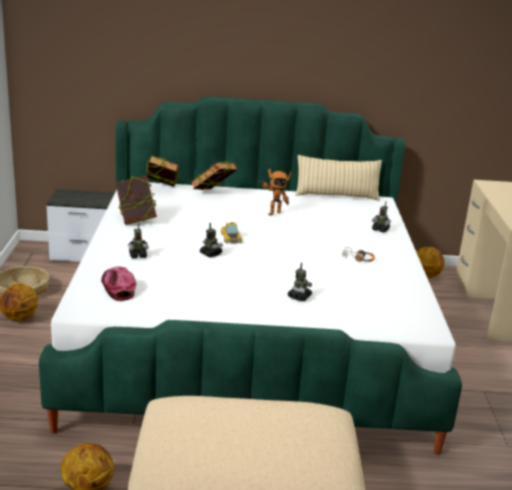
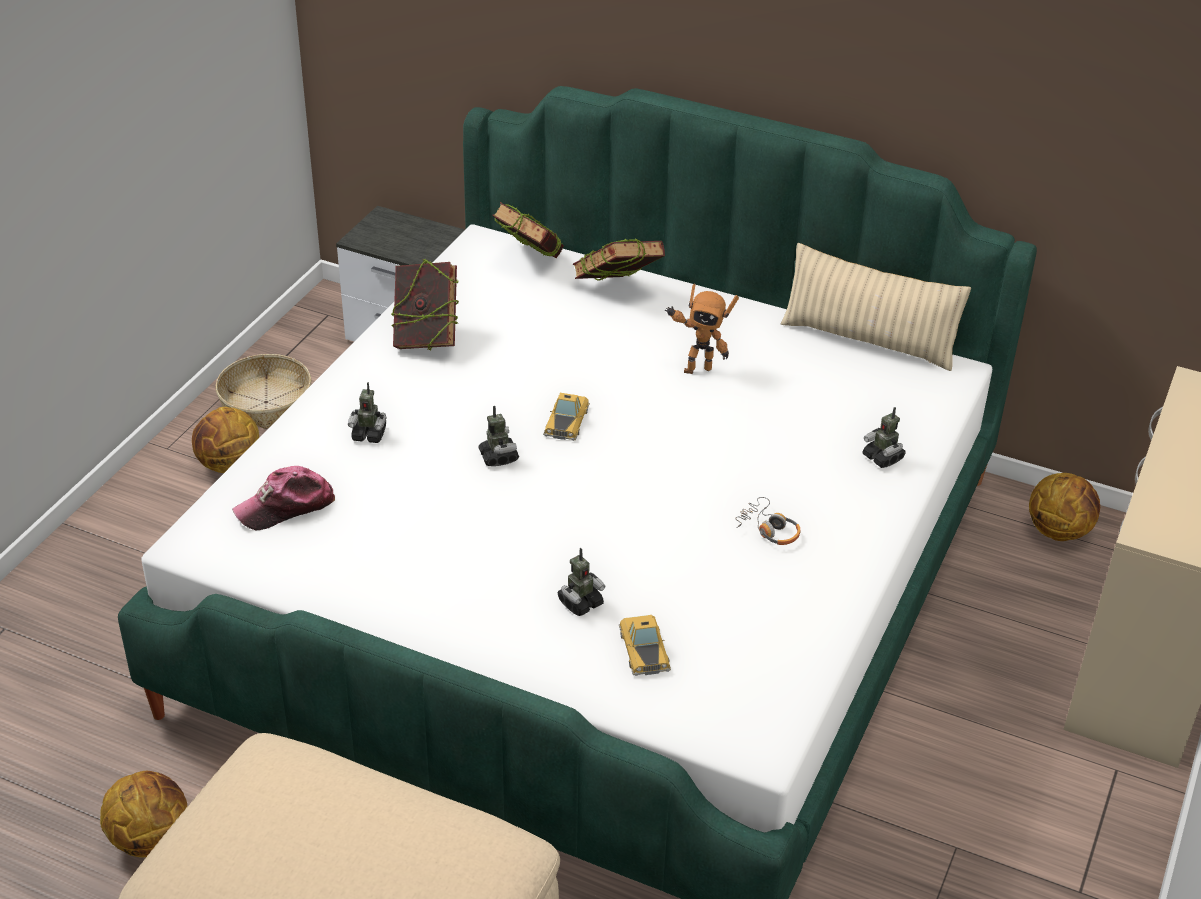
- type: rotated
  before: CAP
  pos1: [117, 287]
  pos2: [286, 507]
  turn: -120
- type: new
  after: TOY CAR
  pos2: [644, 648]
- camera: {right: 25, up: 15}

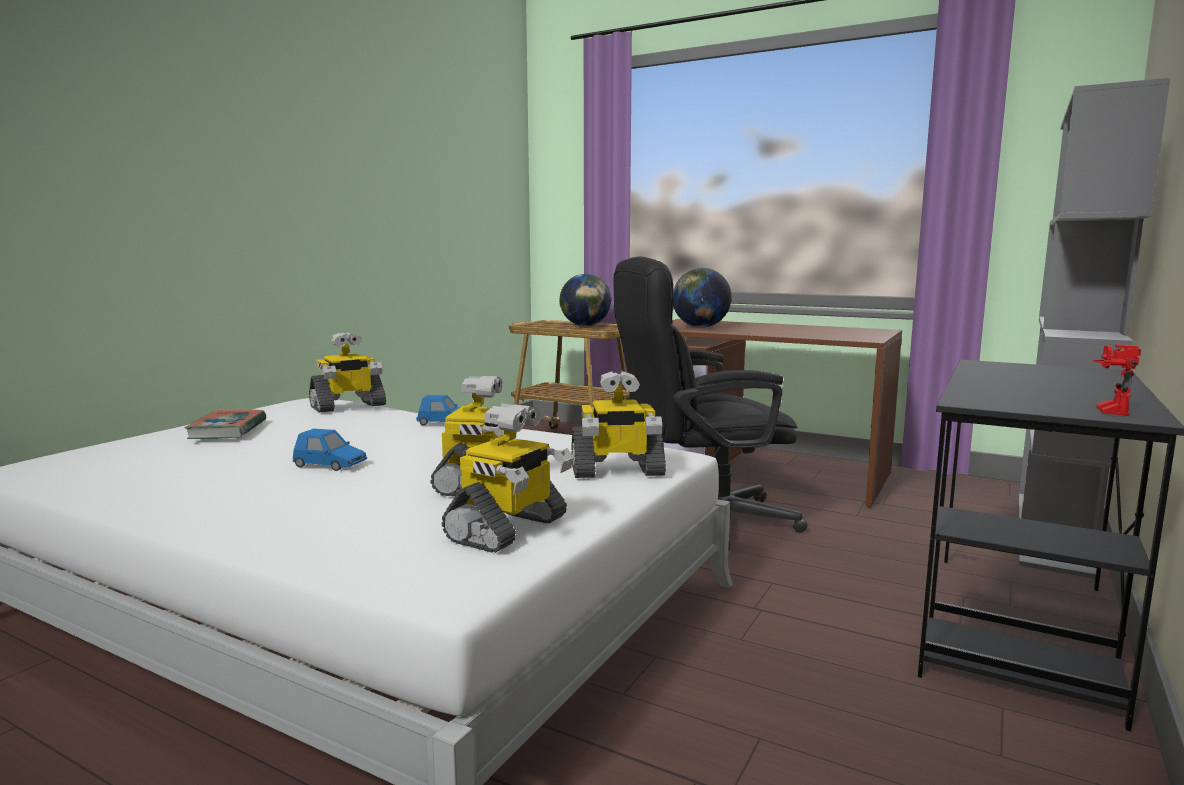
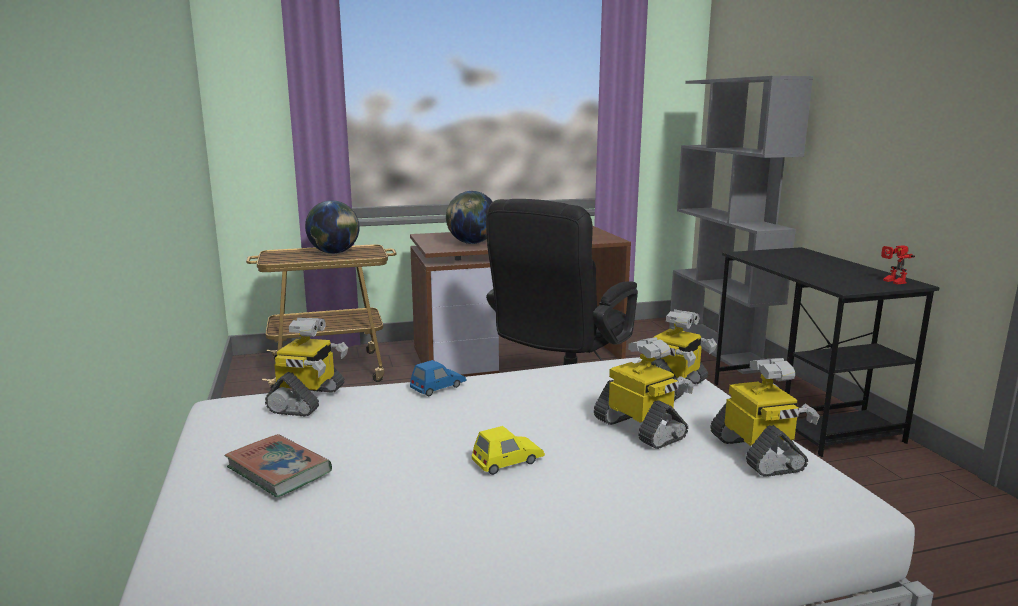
- type: repainted
  before: BLUE TOY CAR
  after: YELLOW TOY CAR
  pos1: [330, 465]
  pos2: [507, 461]
- camera: {right: -45, up: 5}

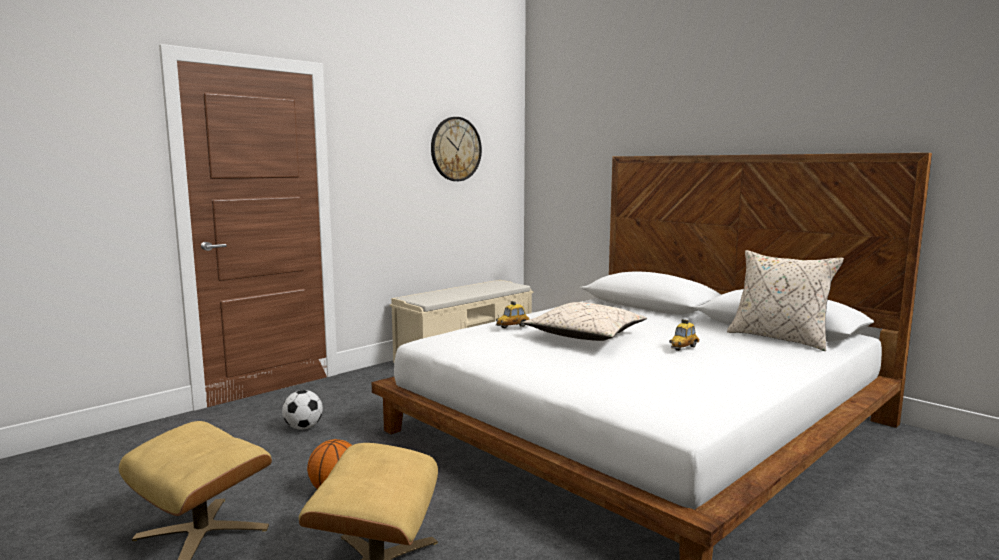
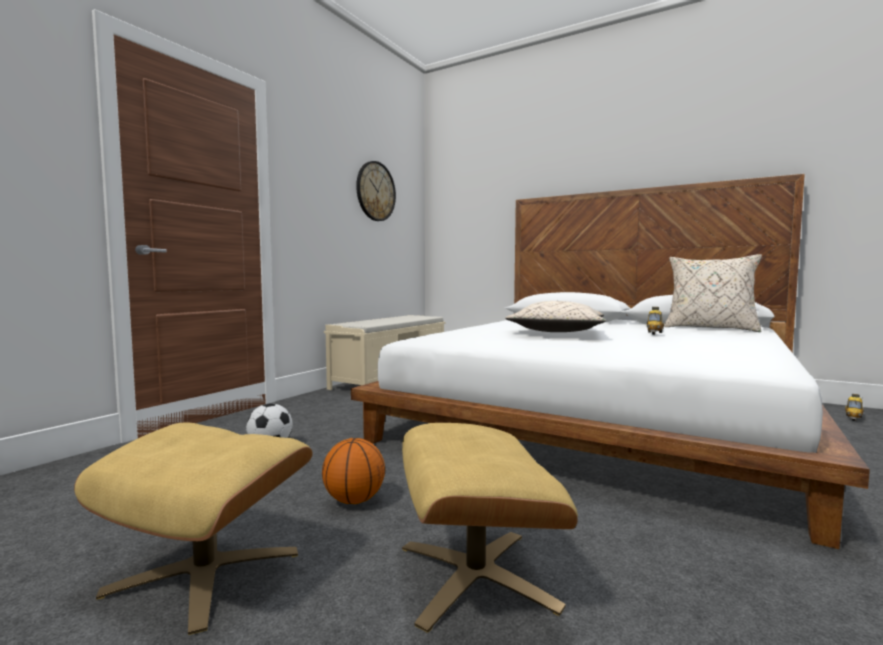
- type: shifted
  before: TOY CAR
  pos1: [512, 326]
  pos2: [853, 418]
- camera: {right: -15, up: -5}

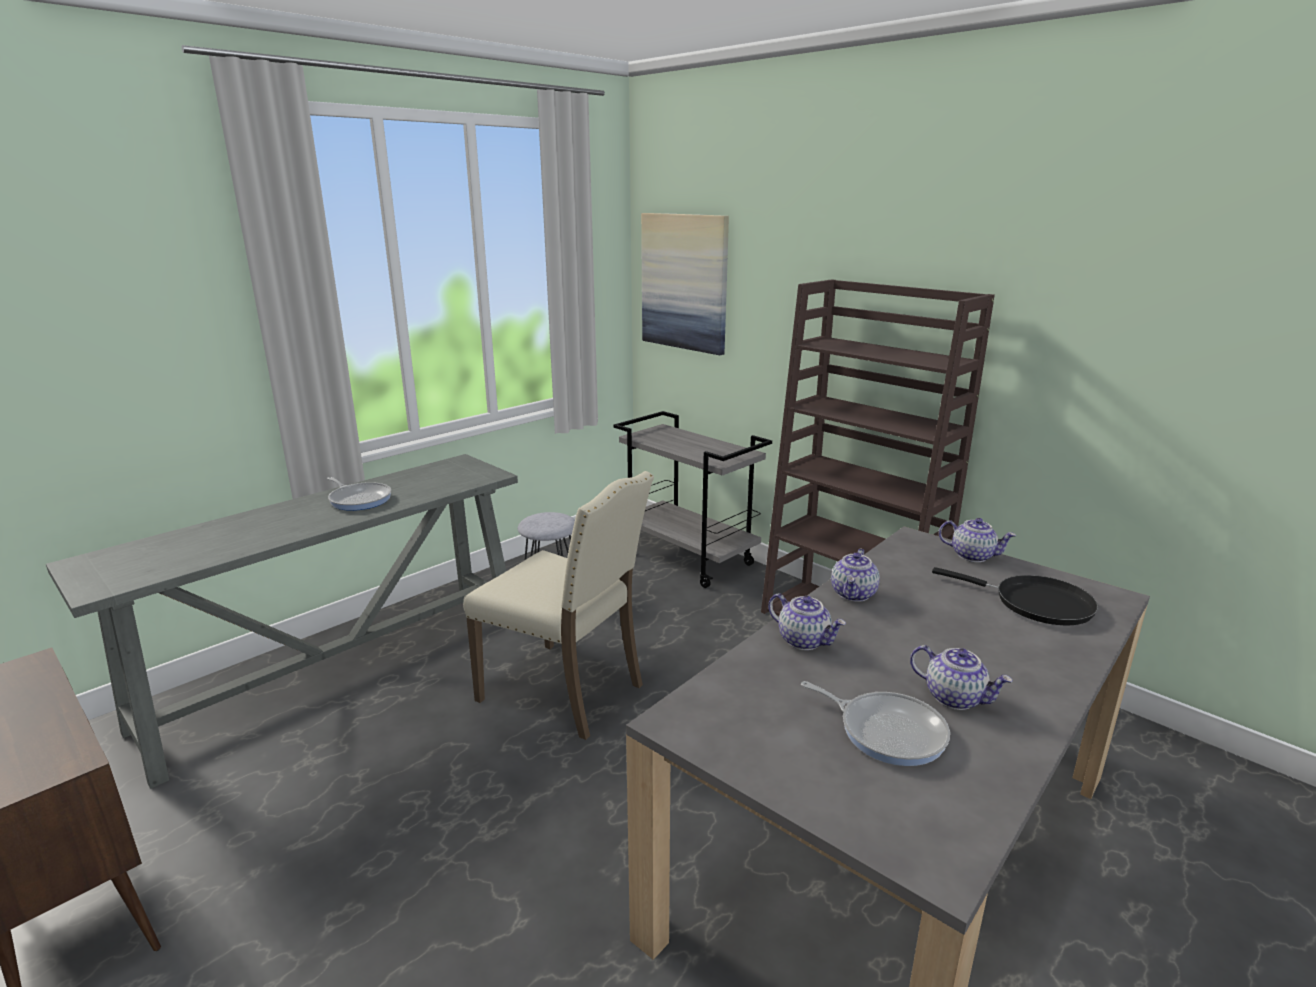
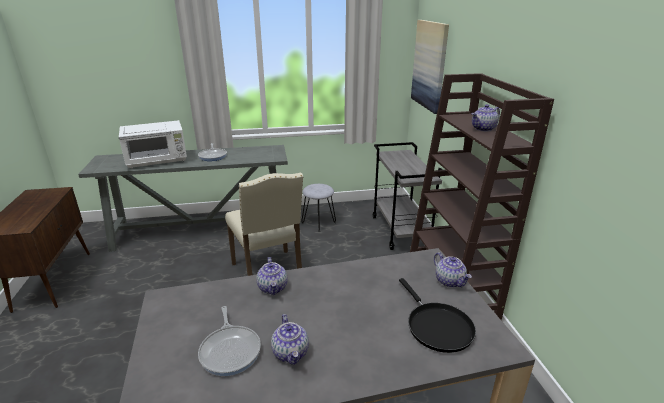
- type: shifted
  before: TEAPOT
  pos1: [854, 594]
  pos2: [483, 129]
- type: new
  after: WHITE MICROWAVE
  pos2: [158, 160]
- camera: {right: 35, up: 5}

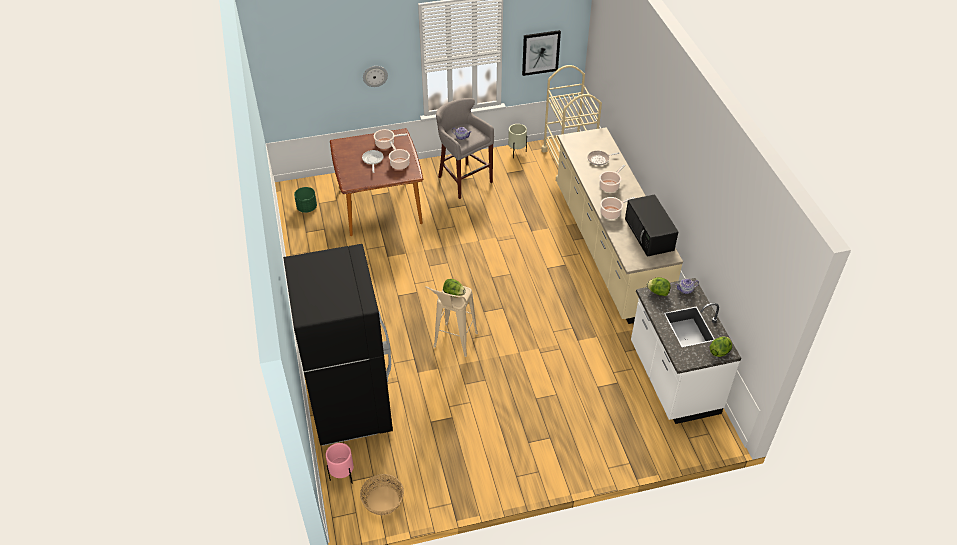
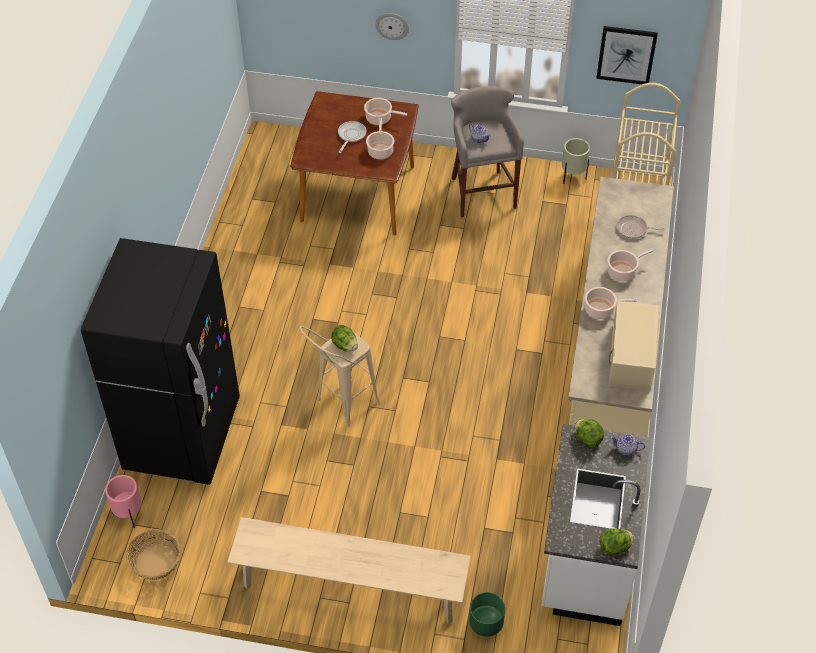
- type: shifted
  before: GREEN PLANTER
  pos1: [307, 208]
  pos2: [486, 623]
- type: repainted
  before: BLACK MICROWAVE
  after: BEIGE MICROWAVE
  pos1: [649, 235]
  pos2: [631, 357]
- type: new
  after: BEIGE BENCH
  pos2: [351, 587]
- camera: {right: 25, up: 5}

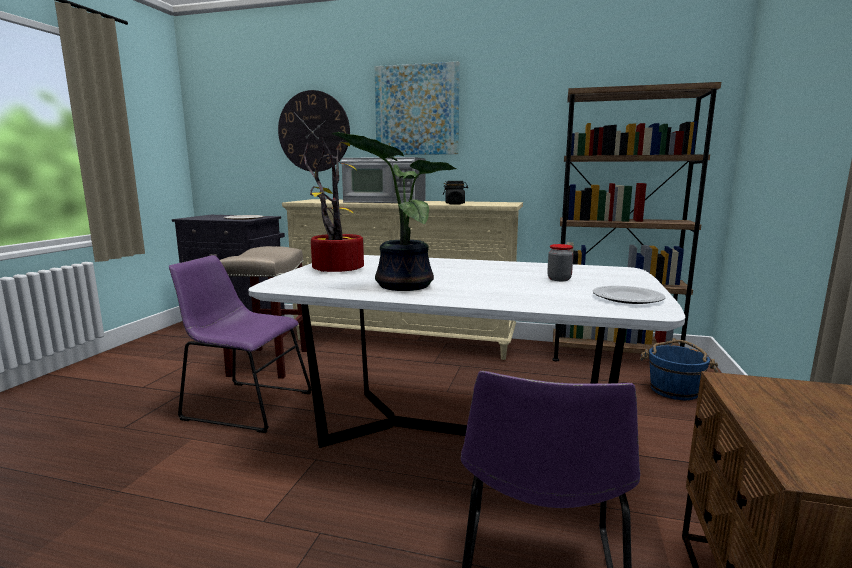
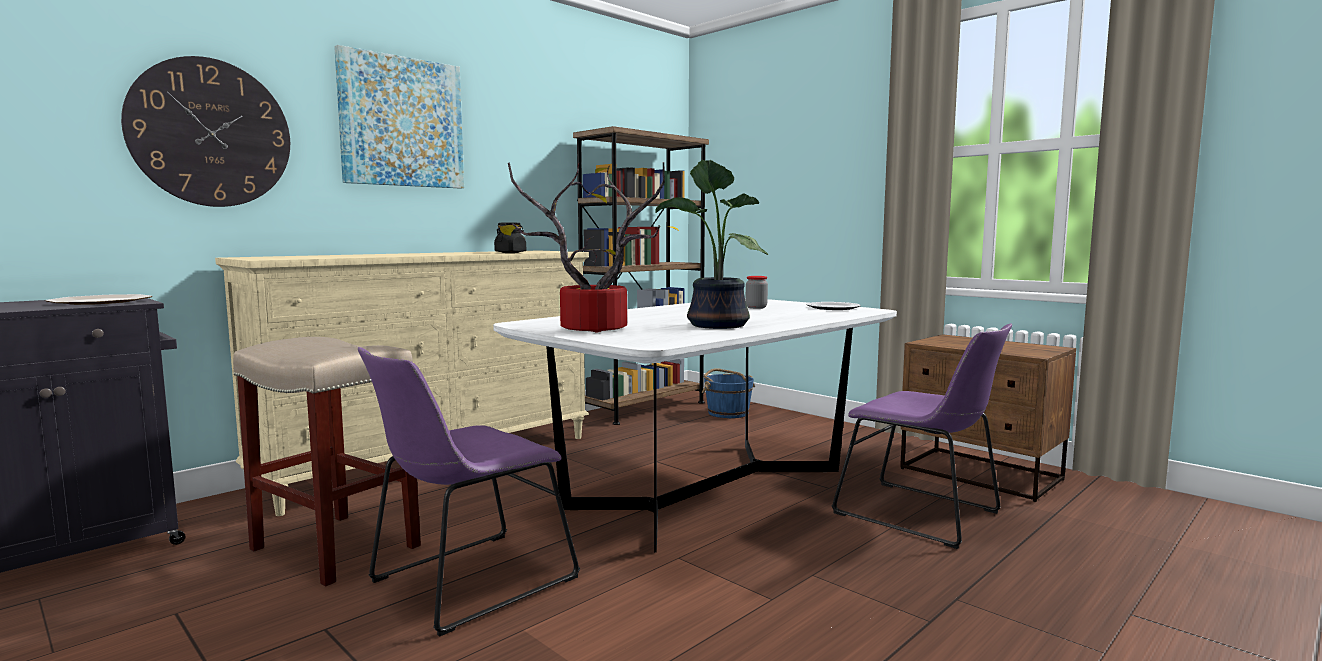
- type: gone
  before: MICROWAVE
  pos1: [385, 201]
- camera: {right: -60, up: -5}

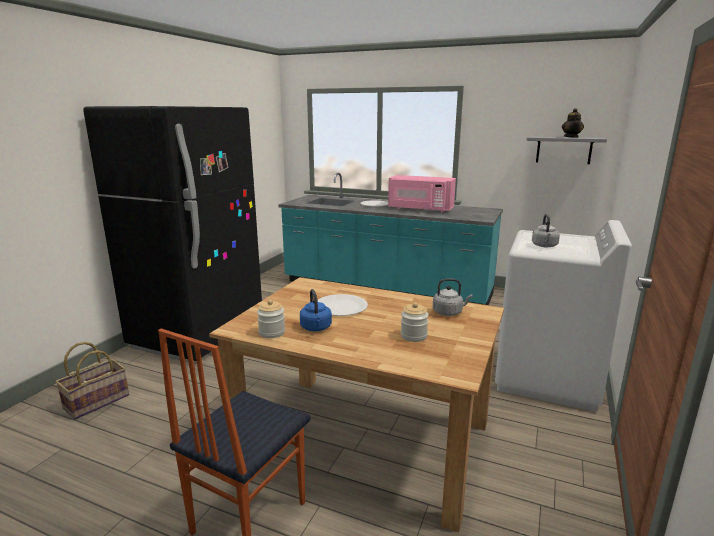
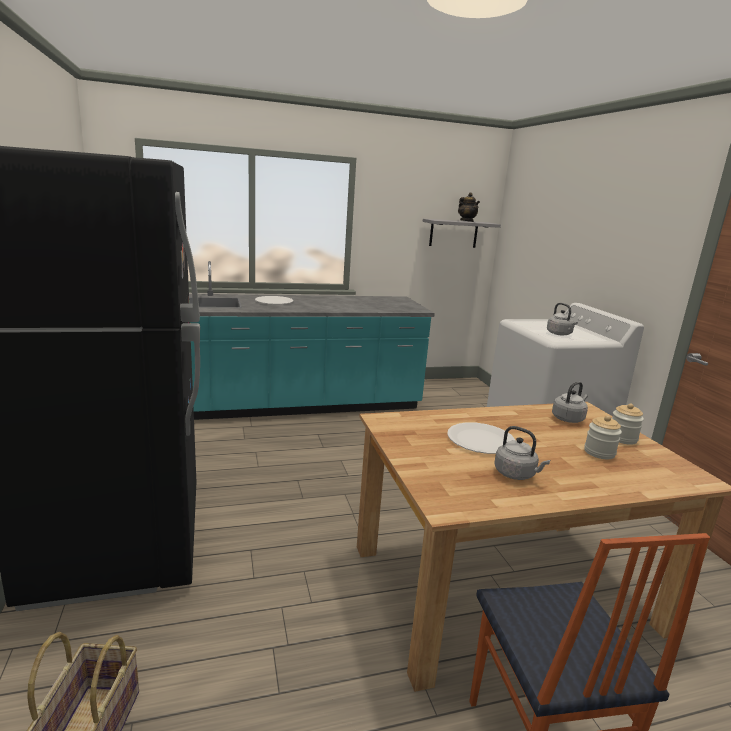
- type: gone
  before: PINK MICROWAVE
  pos1: [420, 209]
- type: repainted
  before: BLUE KETTLE
  after: GREY KETTLE
  pos1: [316, 328]
  pos2: [516, 474]
- type: shifted
  before: JAR
  pos1: [272, 332]
  pos2: [622, 438]
- camera: {right: -40, up: 0}

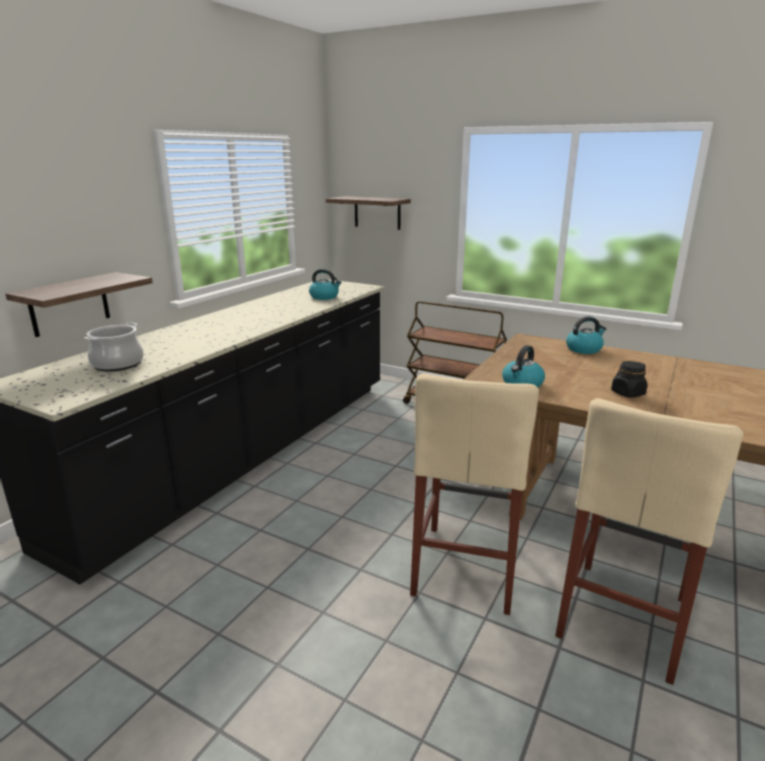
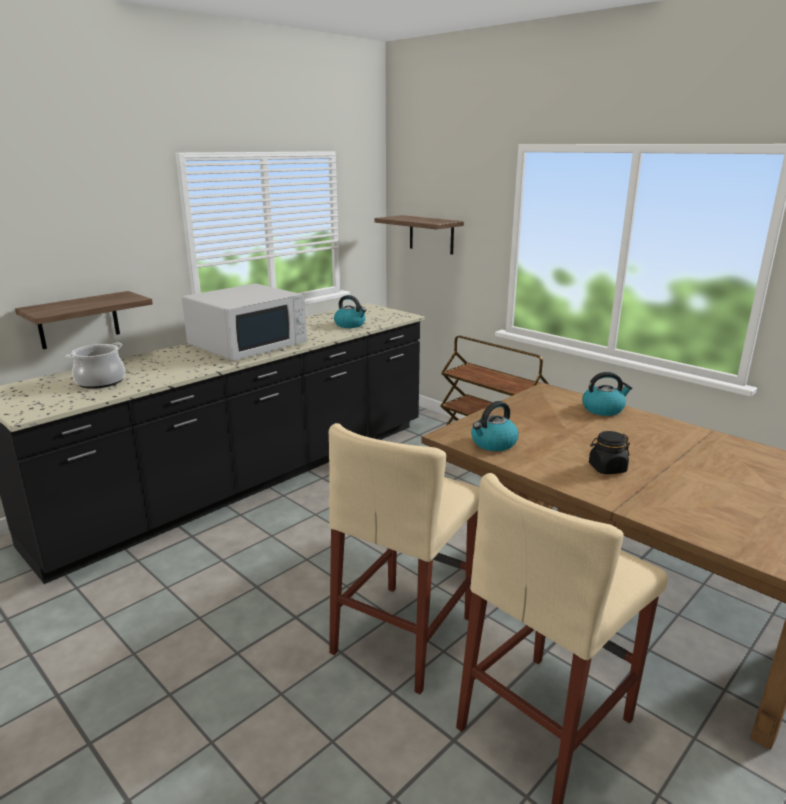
- type: new
  after: WHITE MICROWAVE
  pos2: [248, 344]
- camera: {right: 15, up: 0}

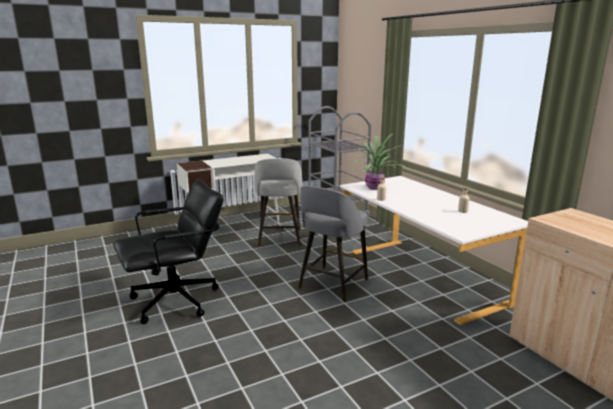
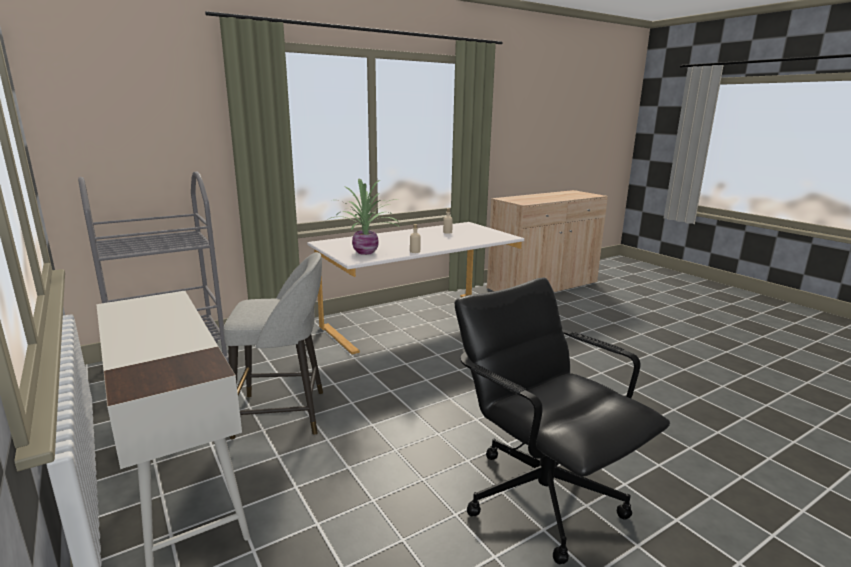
- type: gone
  before: GREY STOOL
  pos1: [332, 284]
- camera: {right: -95, up: 0}

